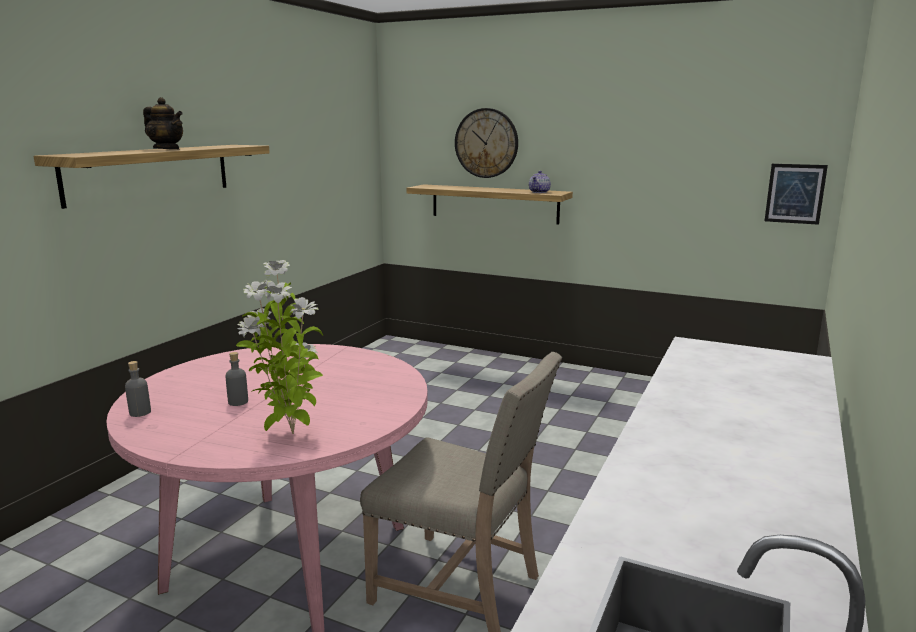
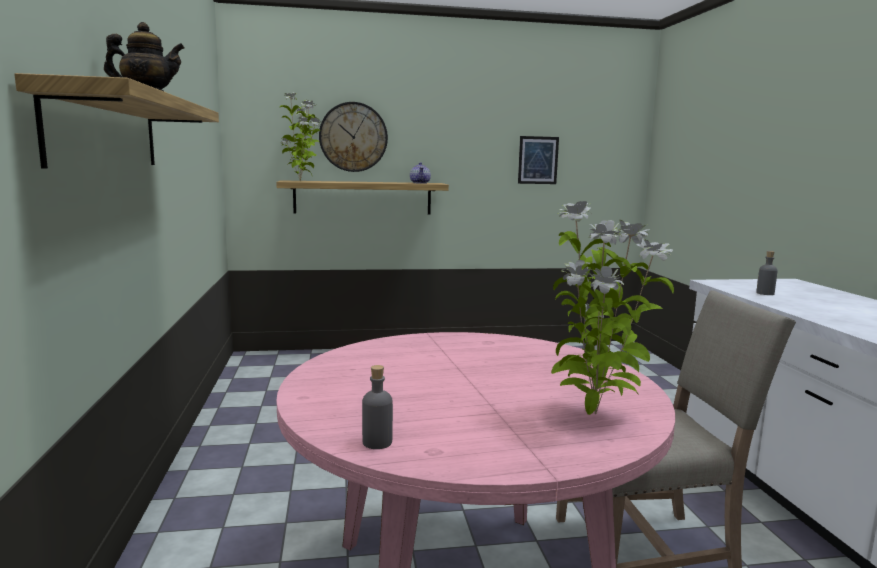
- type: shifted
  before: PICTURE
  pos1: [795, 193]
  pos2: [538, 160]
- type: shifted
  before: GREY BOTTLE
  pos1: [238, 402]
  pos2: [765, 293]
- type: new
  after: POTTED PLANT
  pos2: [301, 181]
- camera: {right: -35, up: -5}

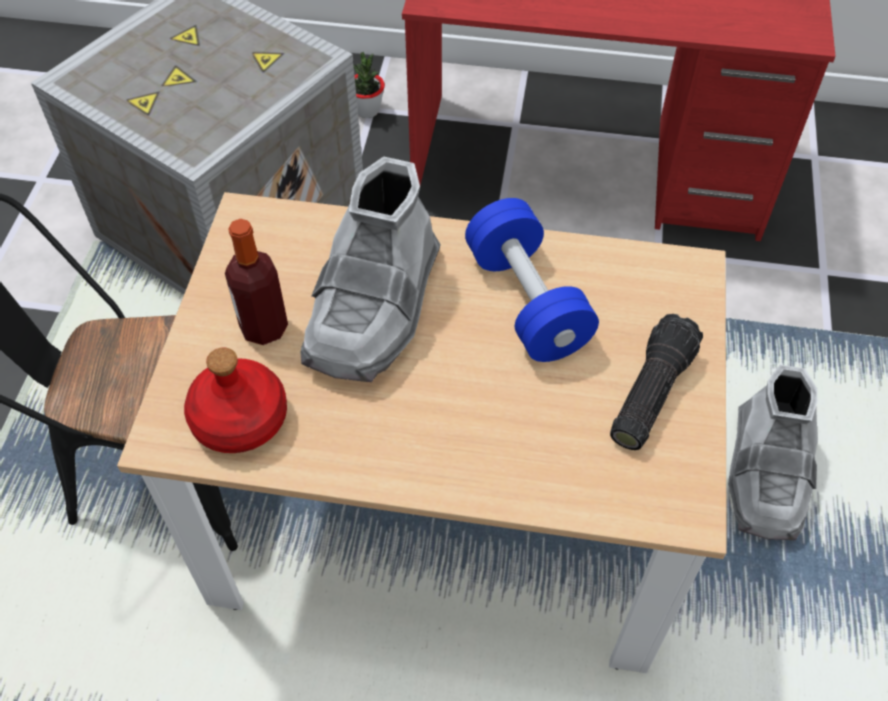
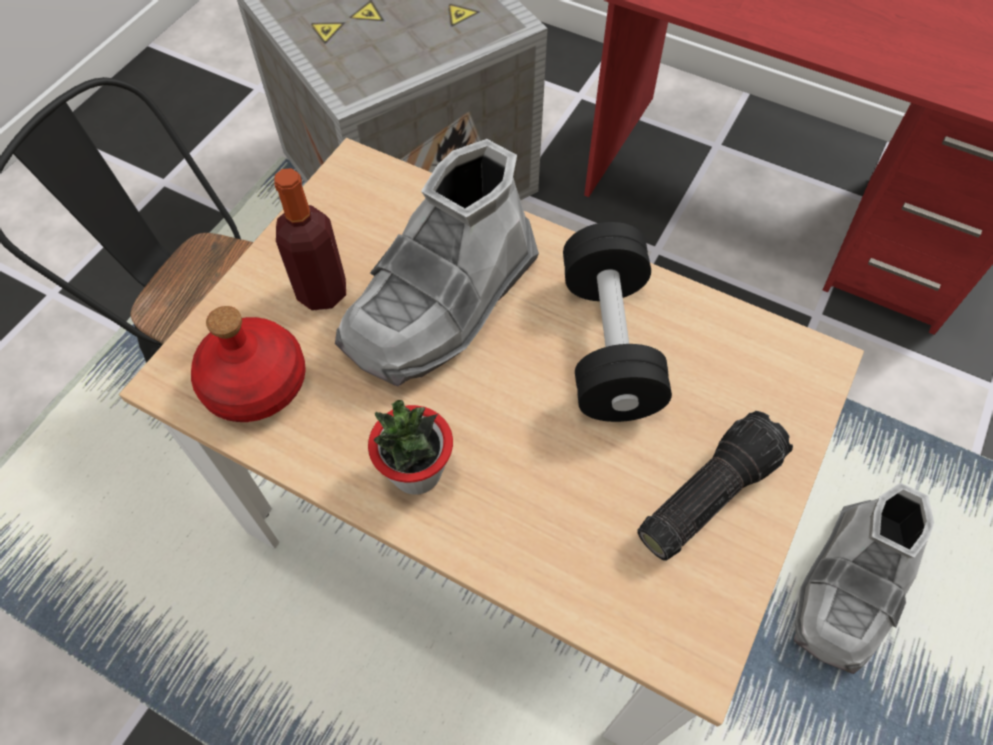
- type: shifted
  before: POTTED PLANT
  pos1: [367, 110]
  pos2: [416, 472]
- type: repainted
  before: BLUE DUMBBELL
  after: BLACK DUMBBELL
  pos1: [527, 302]
  pos2: [609, 344]
- camera: {right: 20, up: 5}

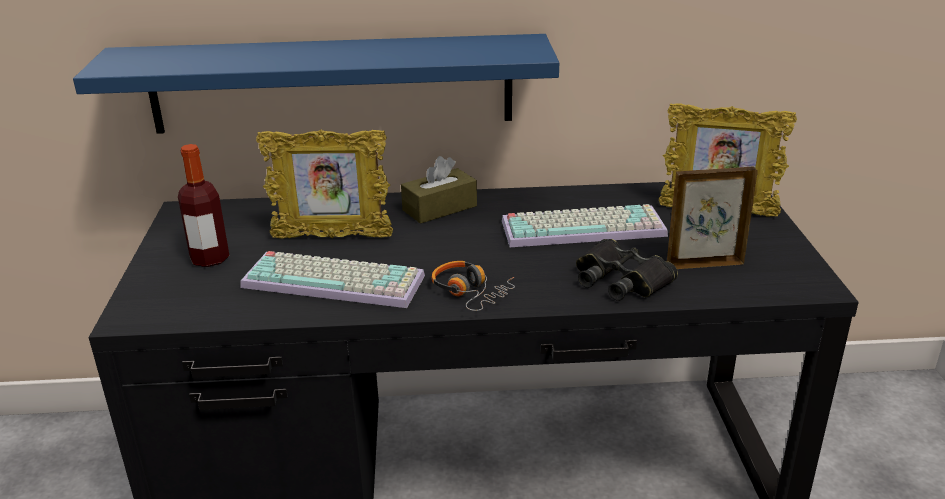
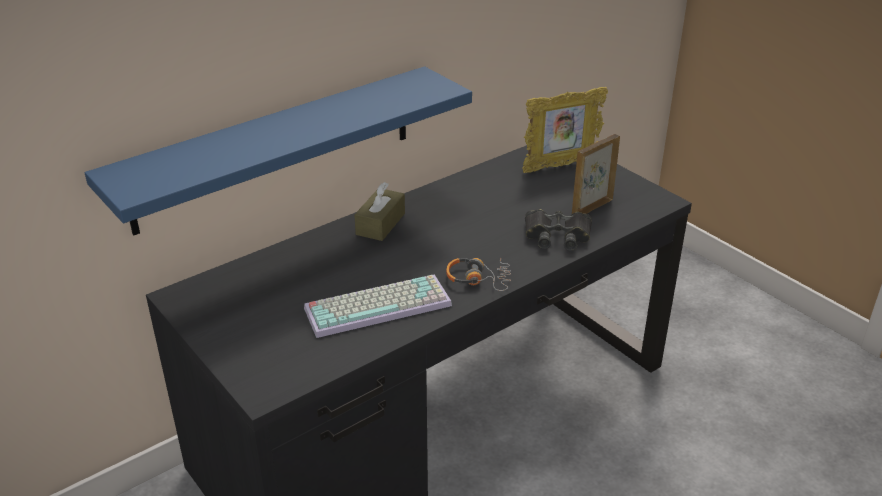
- type: gone
  before: PICTURE FRAME
  pos1: [332, 237]
- type: gone
  before: BOTTLE
  pos1: [210, 259]
- type: gone
  before: KEYBOARD
  pos1: [584, 227]
- camera: {right: -35, up: 5}

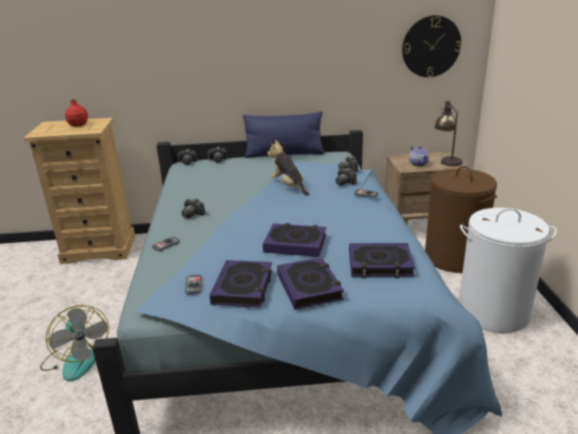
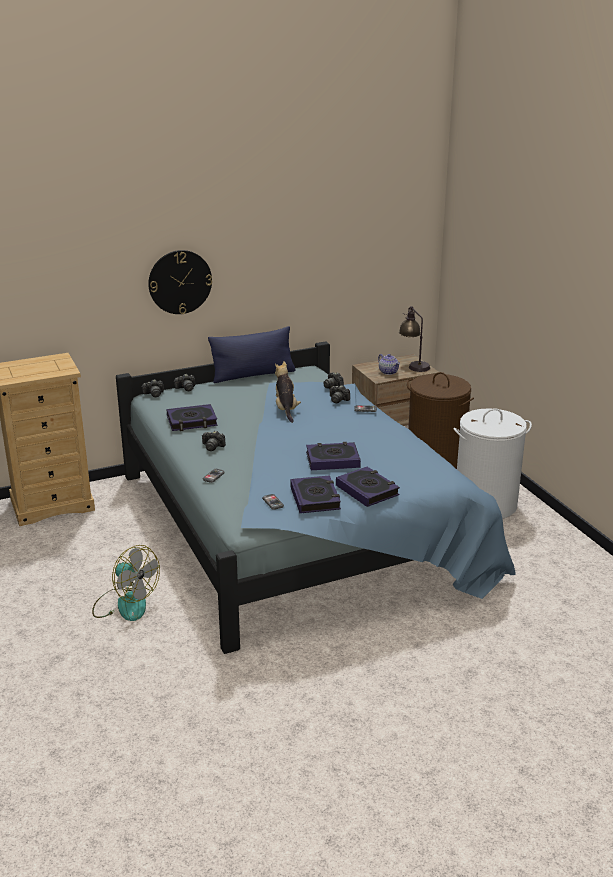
- type: shifted
  before: WALL CLOCK
  pos1: [431, 46]
  pos2: [180, 282]
- type: gone
  before: RED BOTTLE
  pos1: [78, 124]
- type: rotated
  before: PLUSH TOY
  pos1: [289, 186]
  pos2: [286, 409]
  turn: 45
- type: shifted
  before: BOOK
  pos1: [380, 265]
  pos2: [192, 421]
- camera: {right: -20, up: 0}

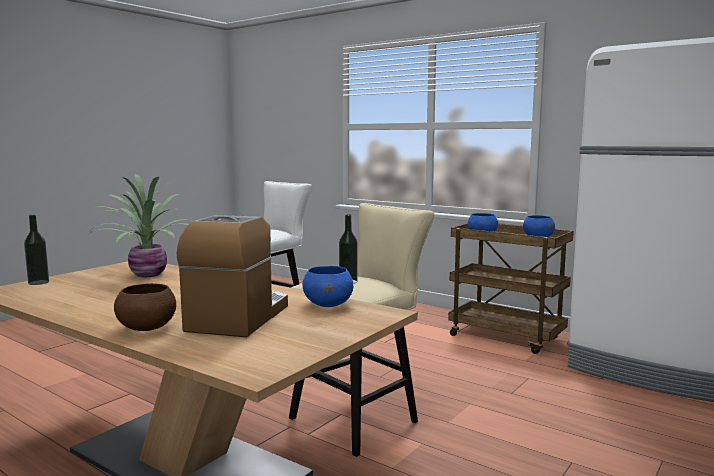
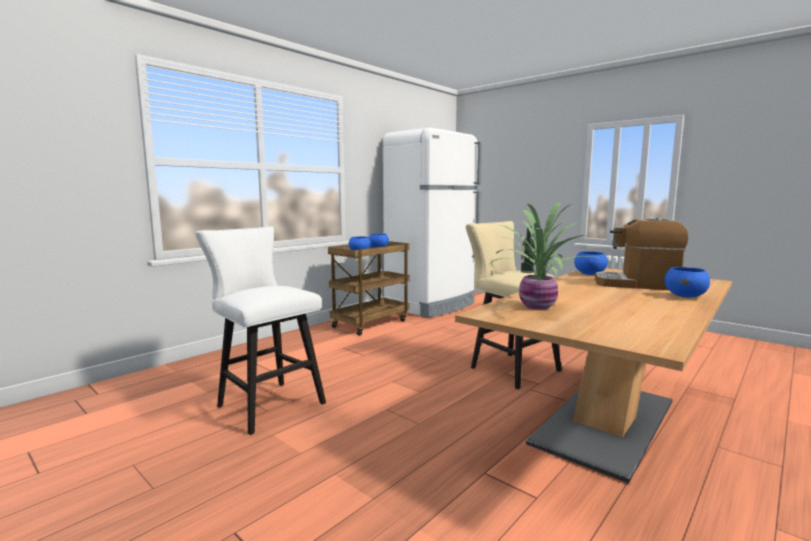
- type: gone
  before: BOTTLE
  pos1: [38, 282]
- type: repainted
  before: BROWN BOWL
  after: BLUE BOWL
  pos1: [146, 328]
  pos2: [685, 296]
- camera: {right: -85, up: 0}

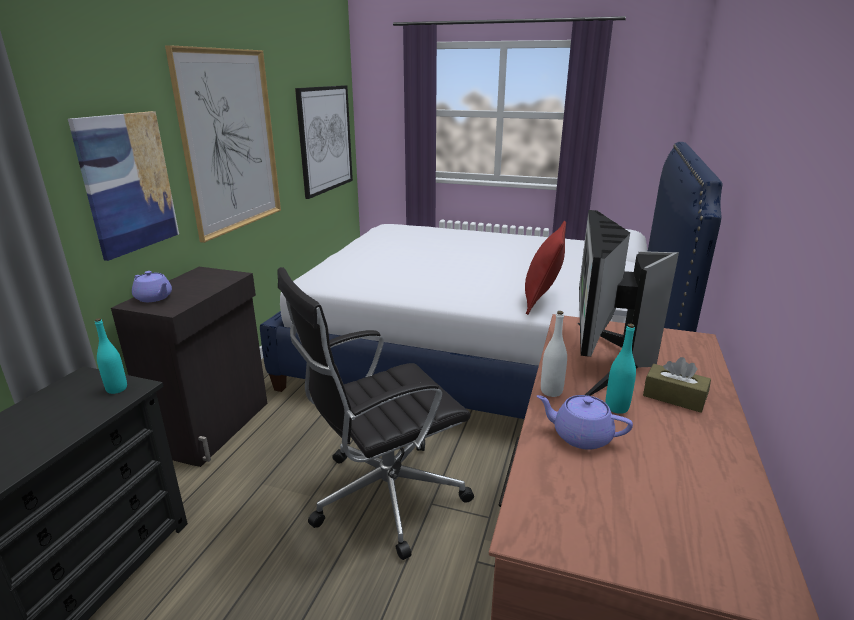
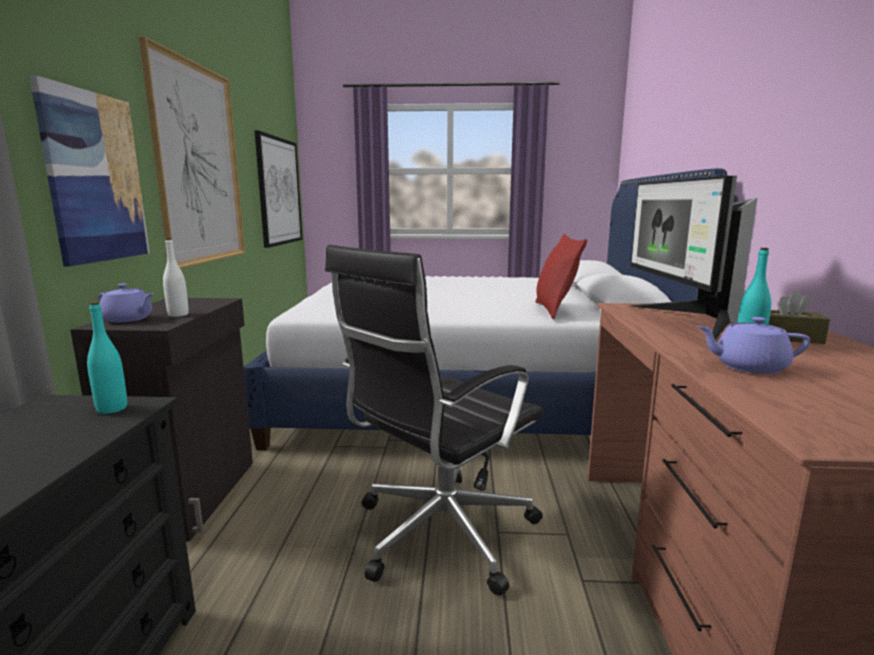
- type: shifted
  before: WHITE BOTTLE
  pos1: [551, 391]
  pos2: [178, 315]
- camera: {right: -15, up: -10}

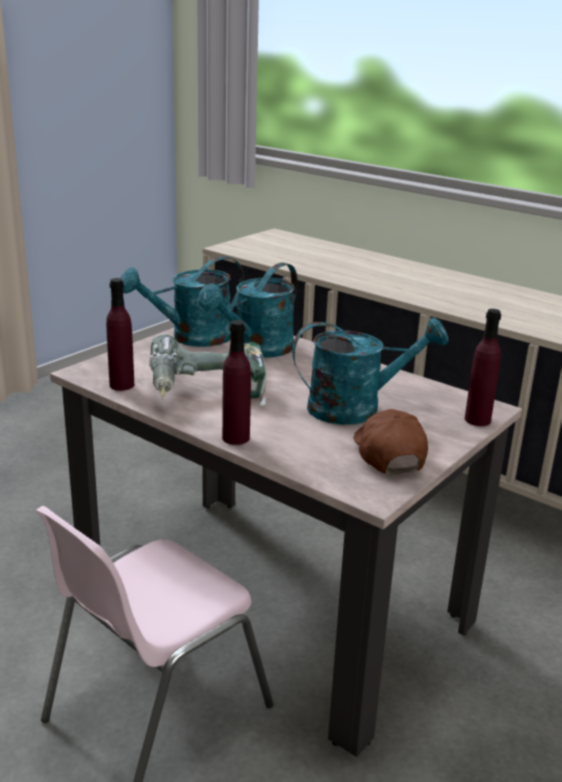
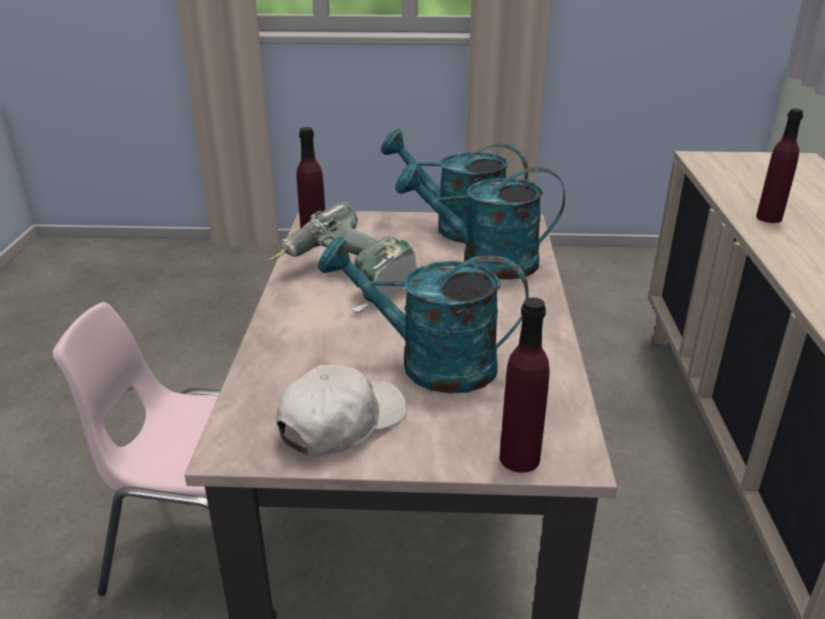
- type: rotated
  before: TURQUOISE WATERING CAN
  pos1: [357, 408]
  pos2: [430, 364]
  turn: 150
- type: shifted
  before: PURPLE BOTTLE
  pos1: [236, 438]
  pos2: [769, 218]
- type: repainted
  before: BROWN CAP
  after: WHITE CAP
  pos1: [388, 453]
  pos2: [341, 423]
- camera: {right: 55, up: 5}

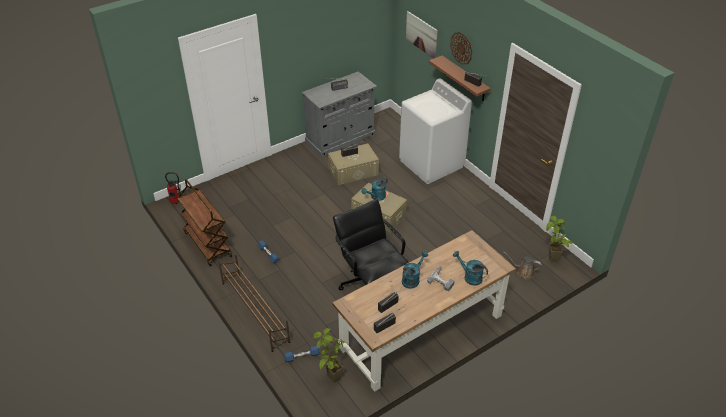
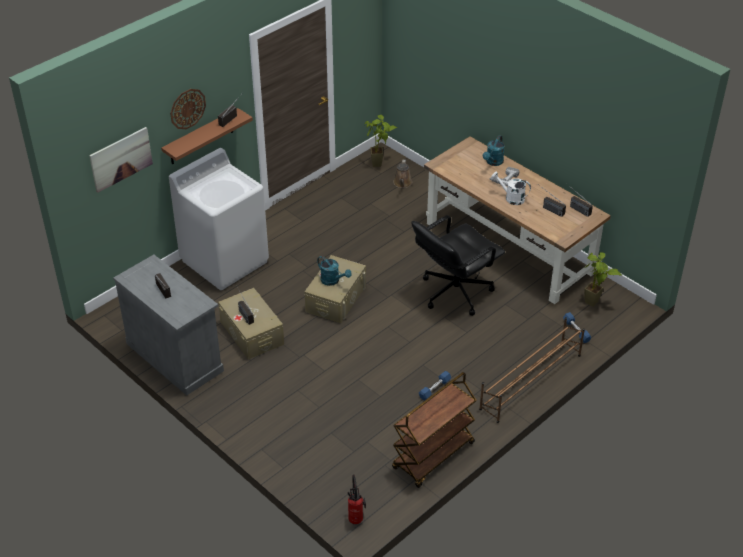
- type: repainted
  before: TURQUOISE WATERING CAN
  after: WHITE WATERING CAN
  pos1: [412, 279]
  pos2: [511, 198]
- camera: {right: -100, up: 0}

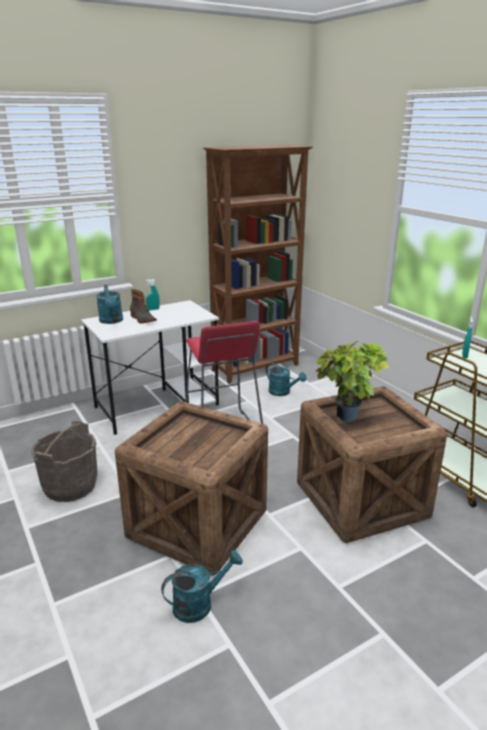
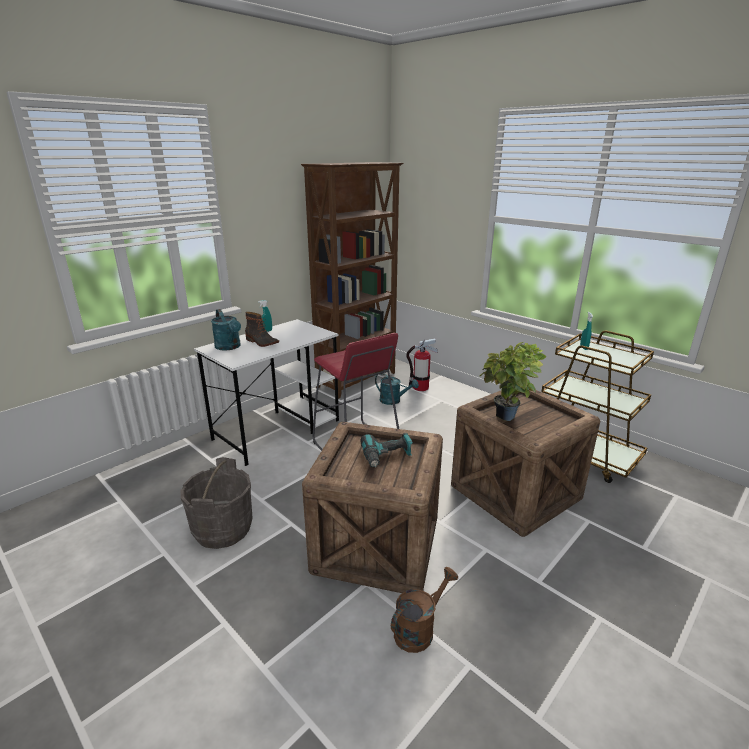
- type: repainted
  before: TURQUOISE WATERING CAN
  after: BROWN WATERING CAN
  pos1: [199, 603]
  pos2: [419, 629]
- type: new
  after: FIRE EXTINGUISHER
  pos2: [420, 387]
- type: new
  after: POWER DRILL
  pos2: [387, 456]
- camera: {right: -15, up: 0}

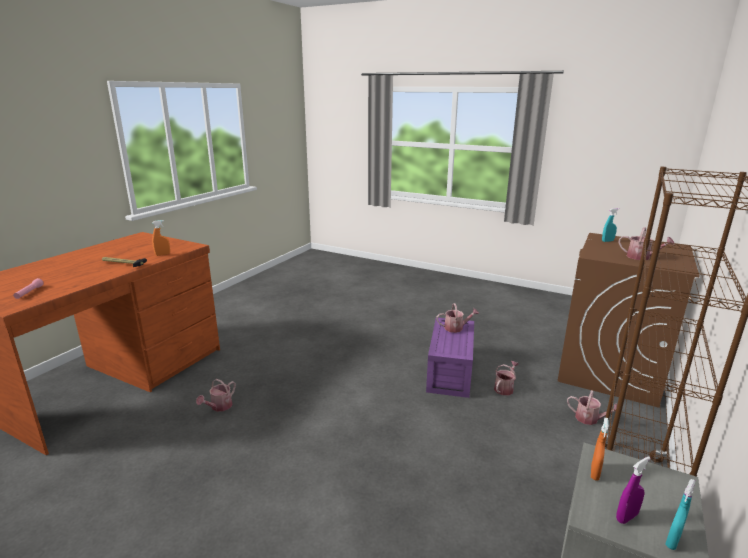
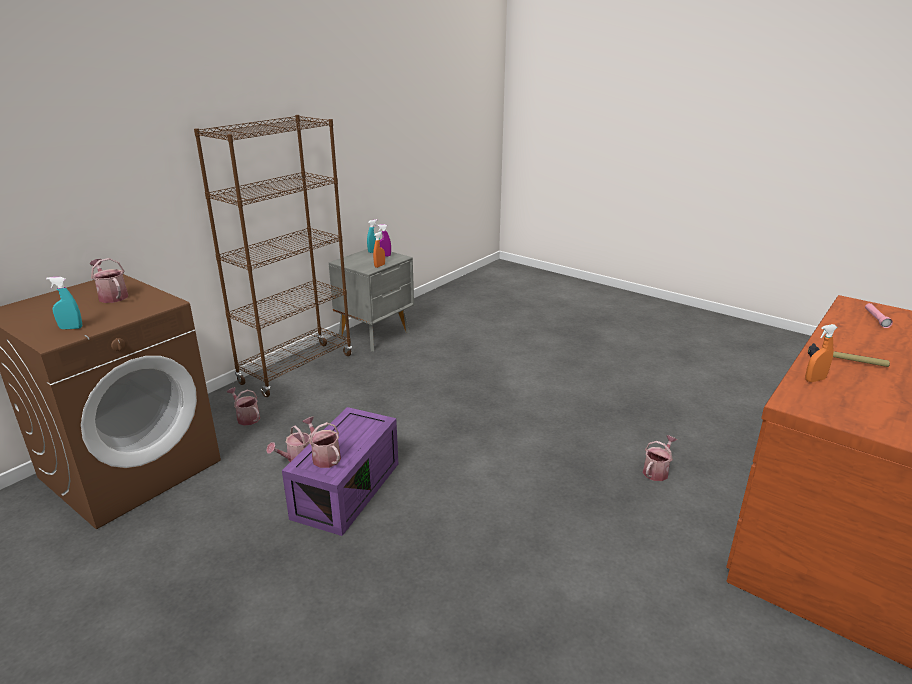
- type: rotated
  before: WATERING CAN
  pos1: [456, 328]
  pos2: [324, 457]
  turn: 45
- camera: {right: -170, up: 5}

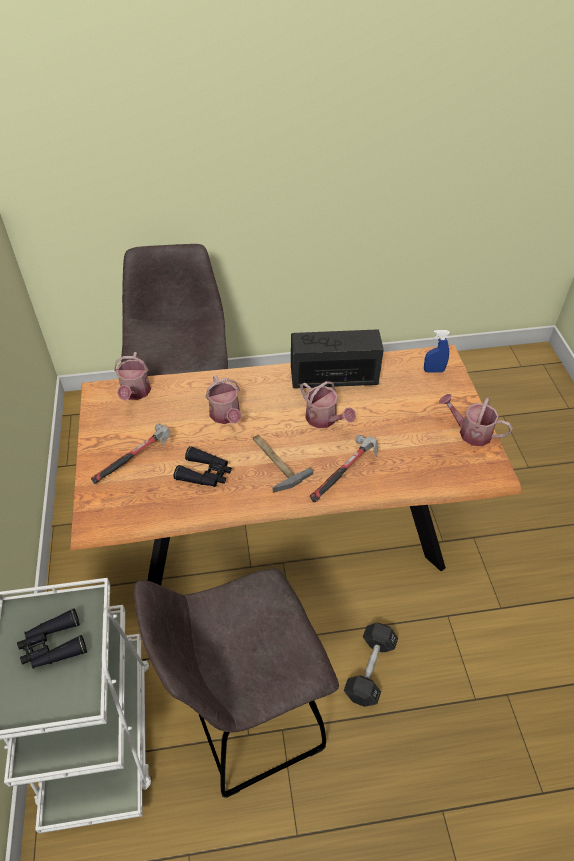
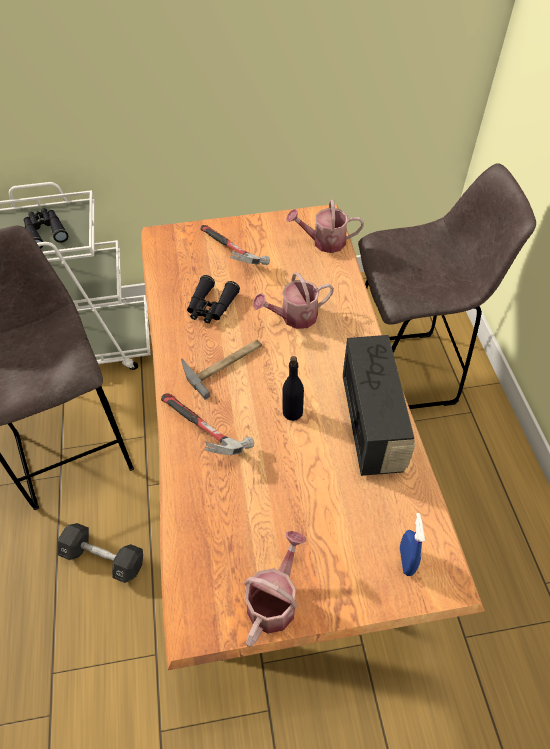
- type: swapped
  before: WATERING CAN
  after: BLACK BOTTLE
  pos1: [324, 419]
  pos2: [293, 412]
- camera: {right: 90, up: 5}

